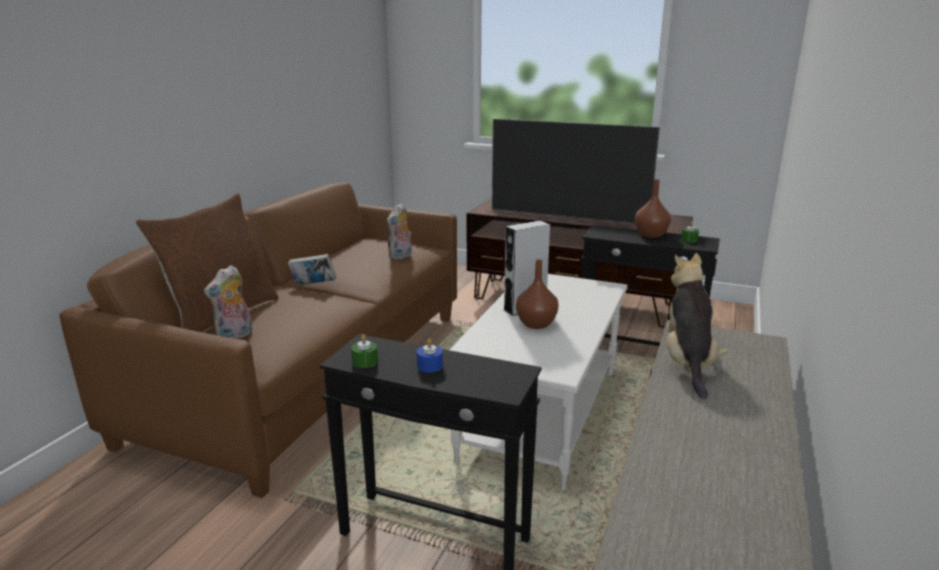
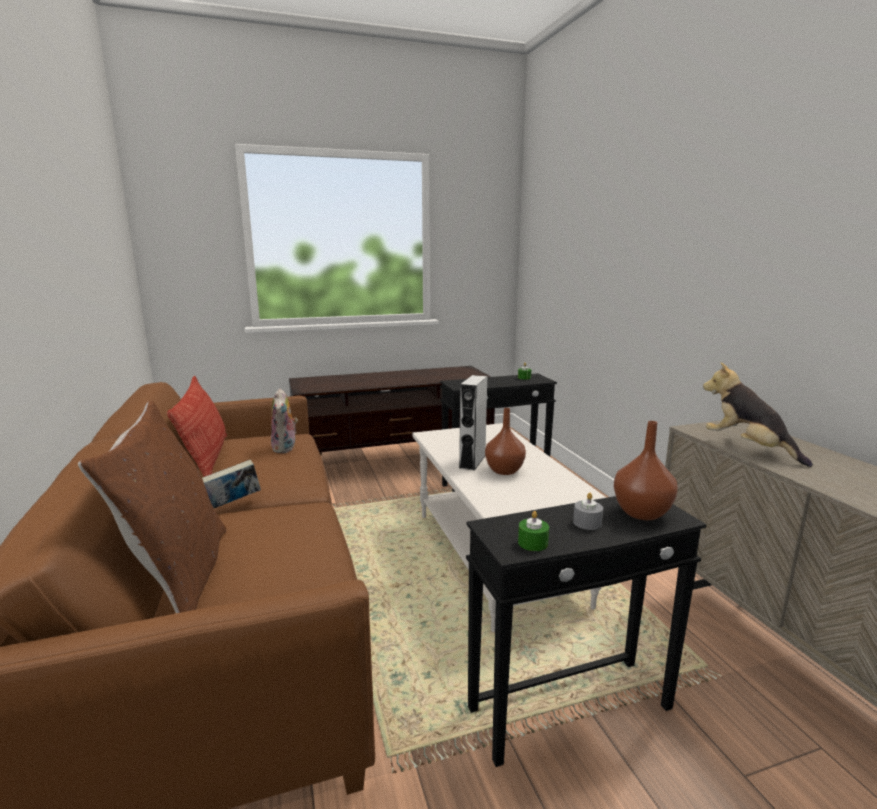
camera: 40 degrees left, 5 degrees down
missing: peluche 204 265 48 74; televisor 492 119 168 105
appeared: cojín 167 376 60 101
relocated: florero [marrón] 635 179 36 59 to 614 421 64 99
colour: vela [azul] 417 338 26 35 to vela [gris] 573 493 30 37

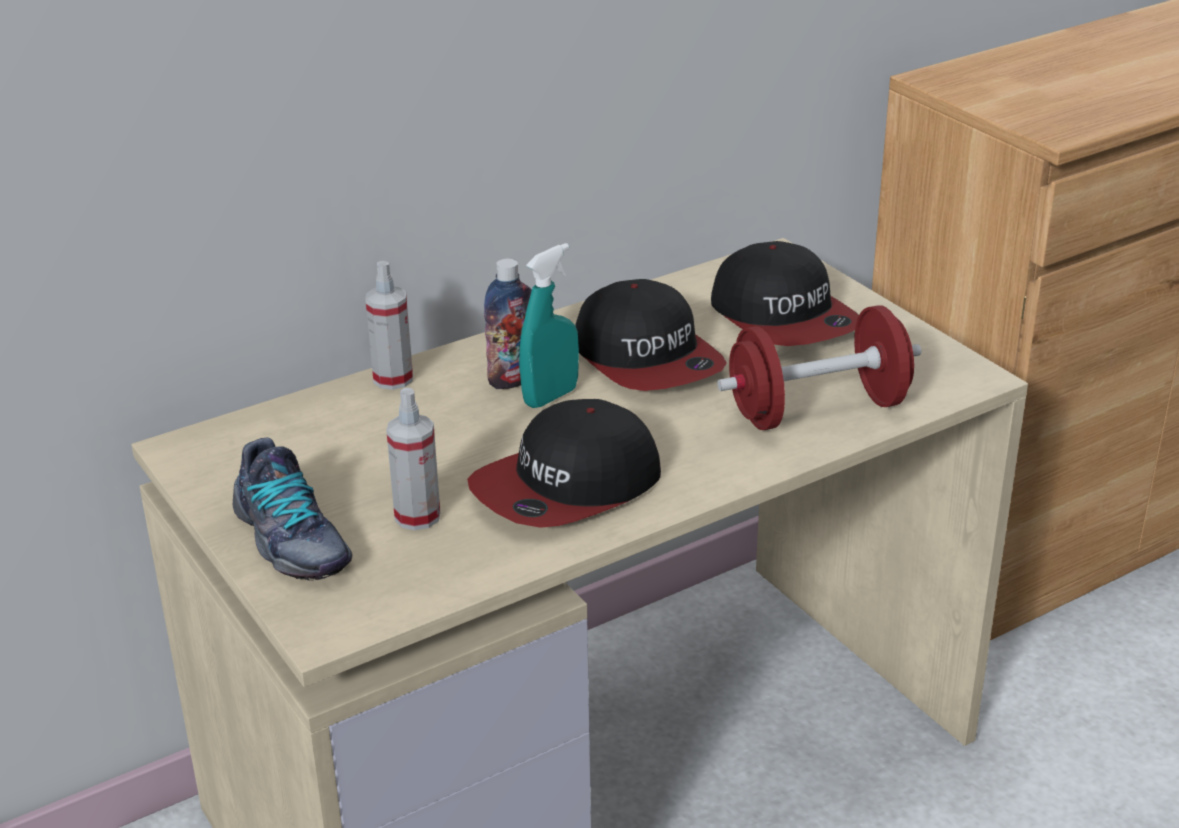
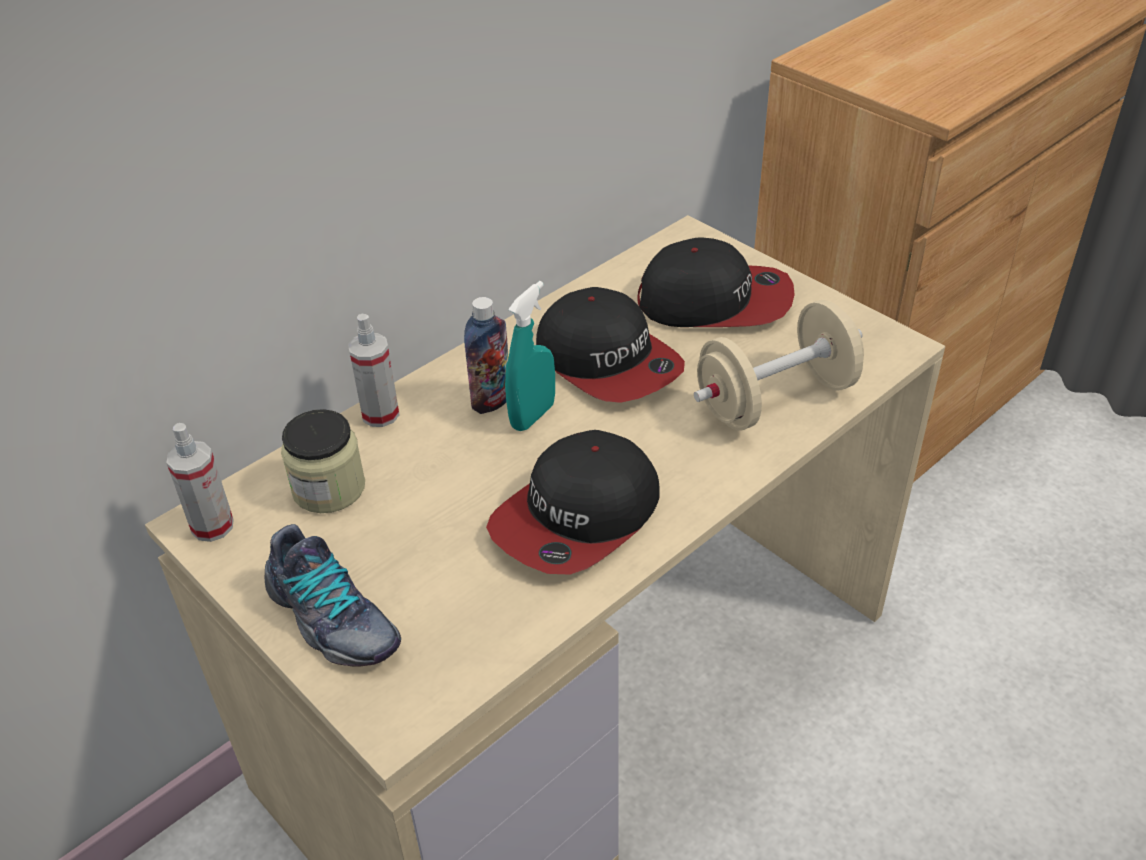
camera: 10 degrees left, 10 degrees up
appeared: tarro 281 409 84 104
relocated: pulverizador 386 388 54 142 to 167 423 67 119
colour: mancuerna [rojo] 717 305 204 125 to mancuerna [beis] 694 300 170 131
spun: gorra 711 241 148 105 = 637 237 158 90 45 degrees counterclockwise

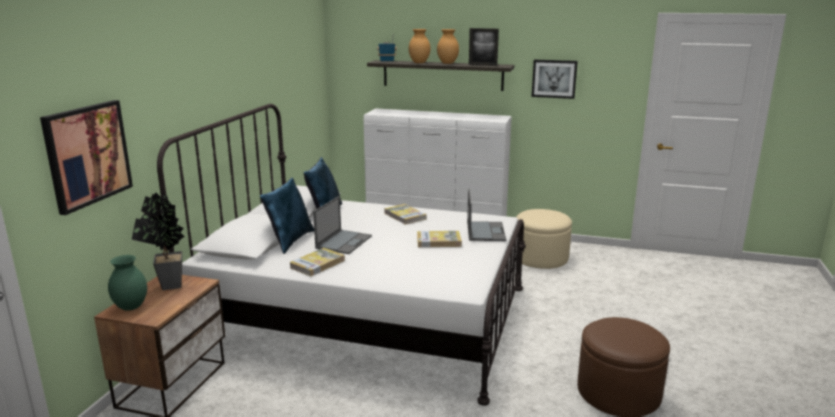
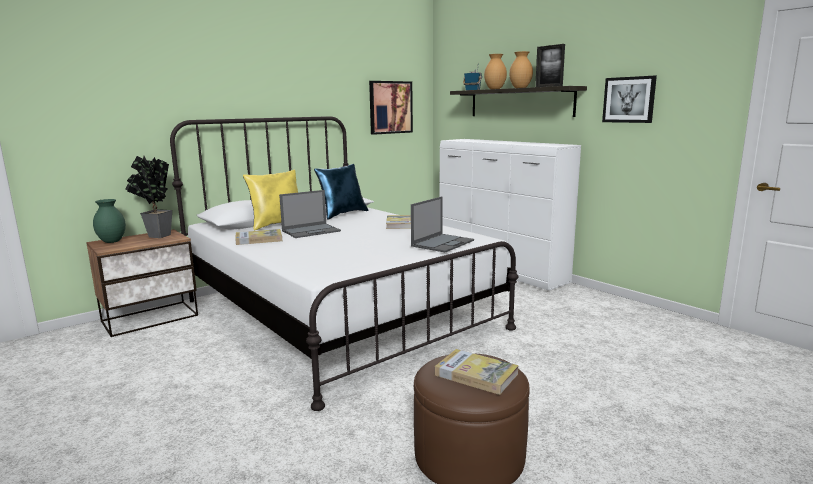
camera: 35 degrees right, 5 degrees down
missing: puf [beis] 516 209 56 60
relocated: cuadro 40 100 93 115 to 369 81 44 54; libro 417 231 45 16 to 435 349 84 46
colour: cojín [azul] 260 177 54 77 to cojín [amarillo] 243 170 55 60

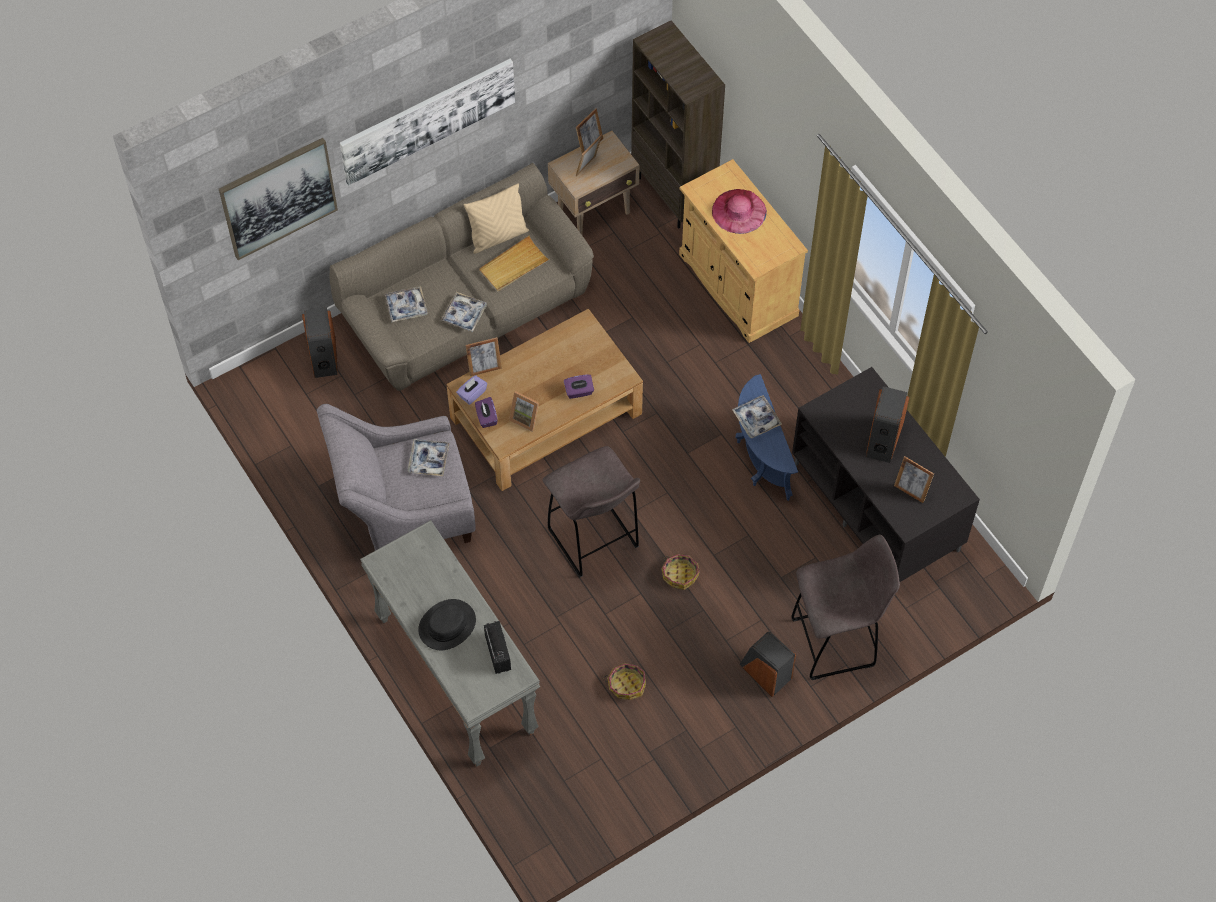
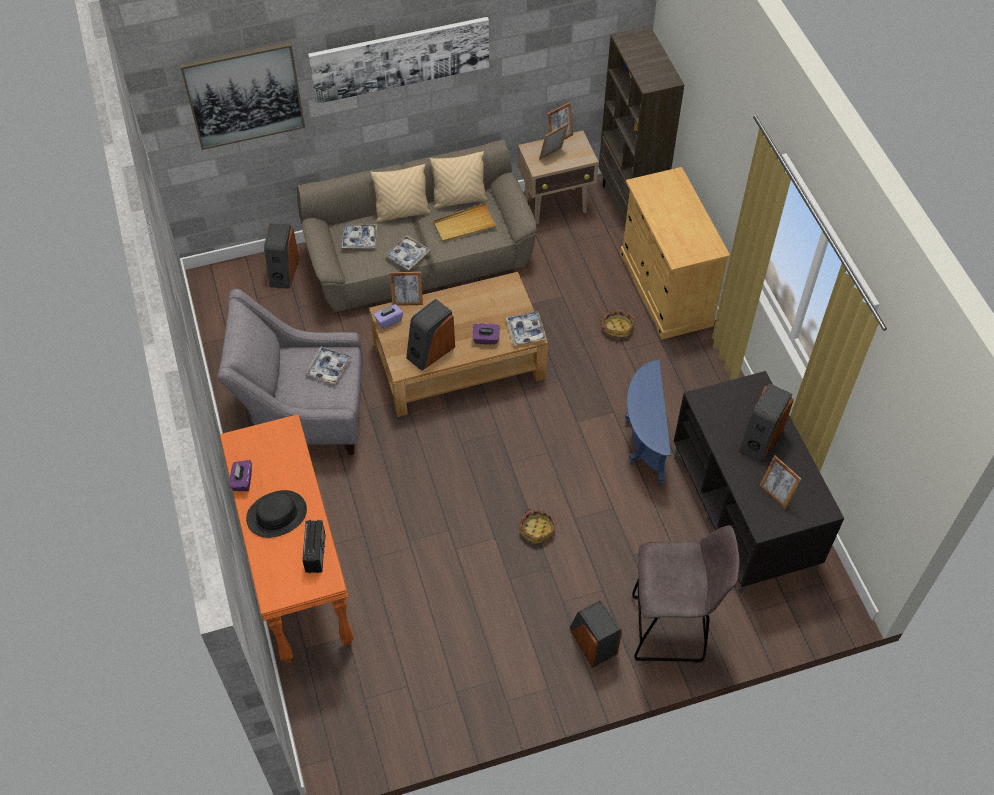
camera: 15 degrees right, 5 degrees down
missing: taburete [gris] 543 446 97 132; sombrero [rosa] 712 189 55 45
appeared: cojín [beis] 370 164 61 59
relocated: caja de pañuelos [morado] 475 397 23 31 to 230 460 22 31; bandeja 732 395 50 43 to 506 311 41 34; cesta 603 663 43 37 to 599 310 36 29
exchanged: portarretratos 509 391 30 41 to altavoz 406 299 49 72
colour: mesa consola [gris] 360 520 180 247 to mesa consola [naranja] 220 414 134 250

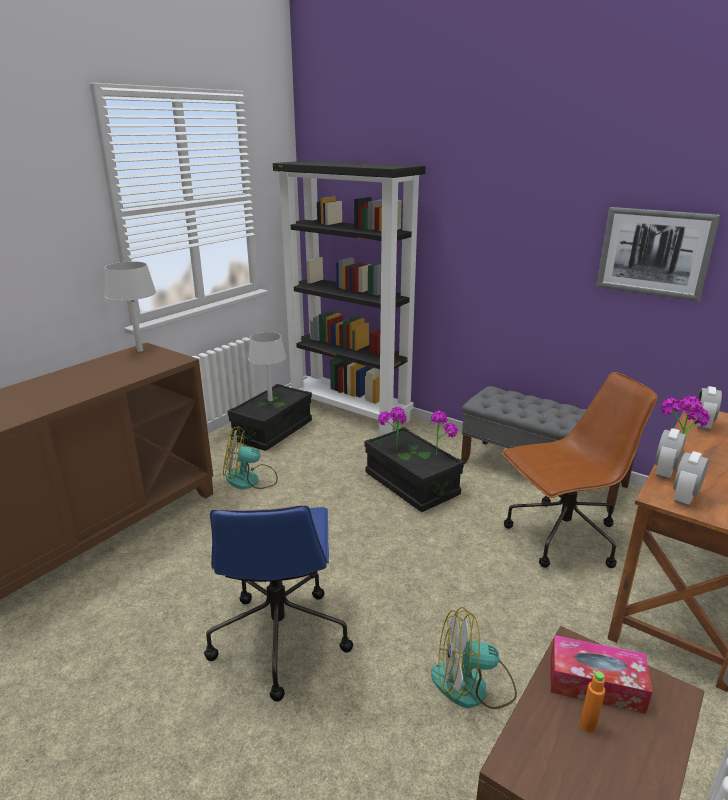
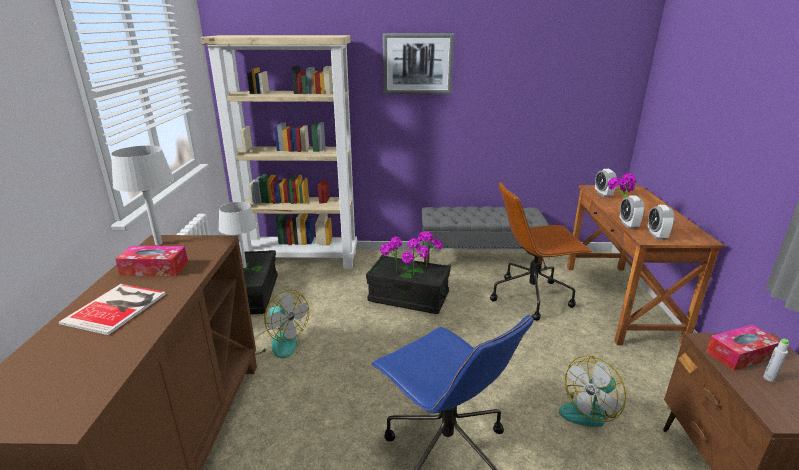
camera: 35 degrees left, 0 degrees up
appeared: libro 58 284 108 51; caja de pañuelos 115 246 73 30; planta en maceta 402 238 27 37
relocated: cuadro 596 207 124 95 to 383 33 71 61
colour: estantería [negro] 273 161 153 274 to estantería [beis] 201 35 156 234; botella [naranja] 580 670 25 63 to botella [gris] 763 339 26 43
spun: ventilador 223 426 55 63 = 254 290 55 68 105 degrees counterclockwise; silla de oficina [marrón] 502 372 156 196 = 490 182 104 139 135 degrees counterclockwise

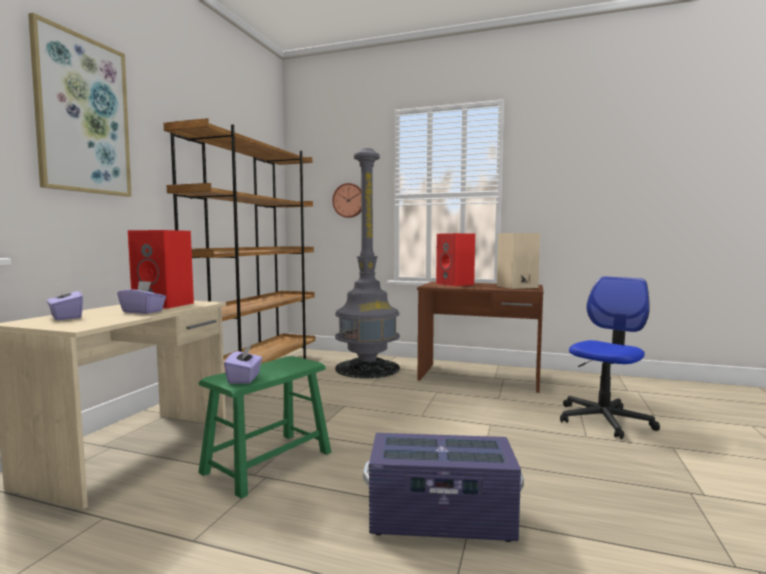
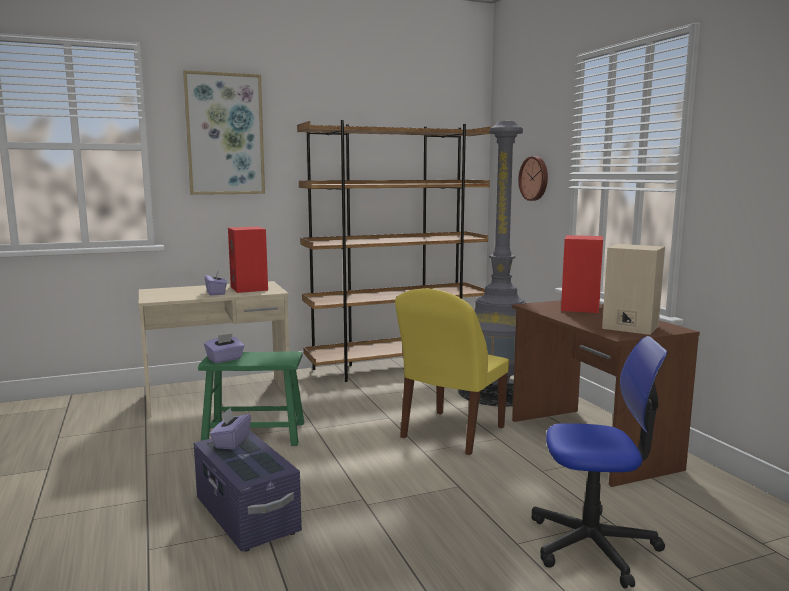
camera: 50 degrees right, 5 degrees up
appeared: silla [amarillo] 395 288 114 167
relocated: caja de pañuelos [morado] 47 285 36 35 to 210 408 41 42

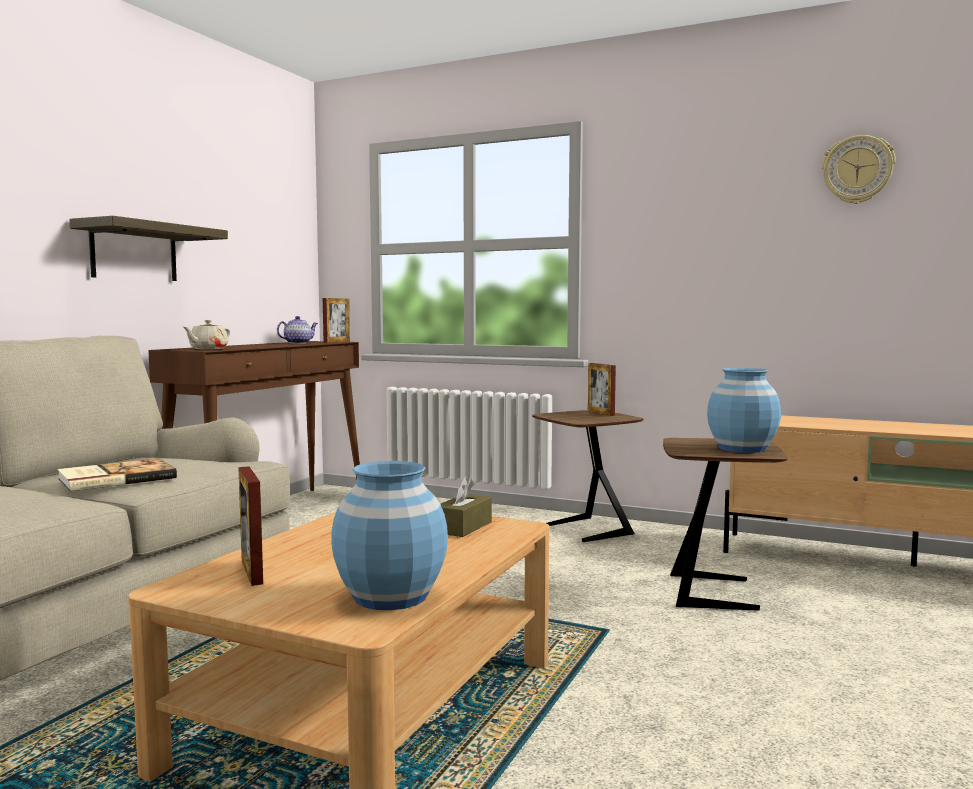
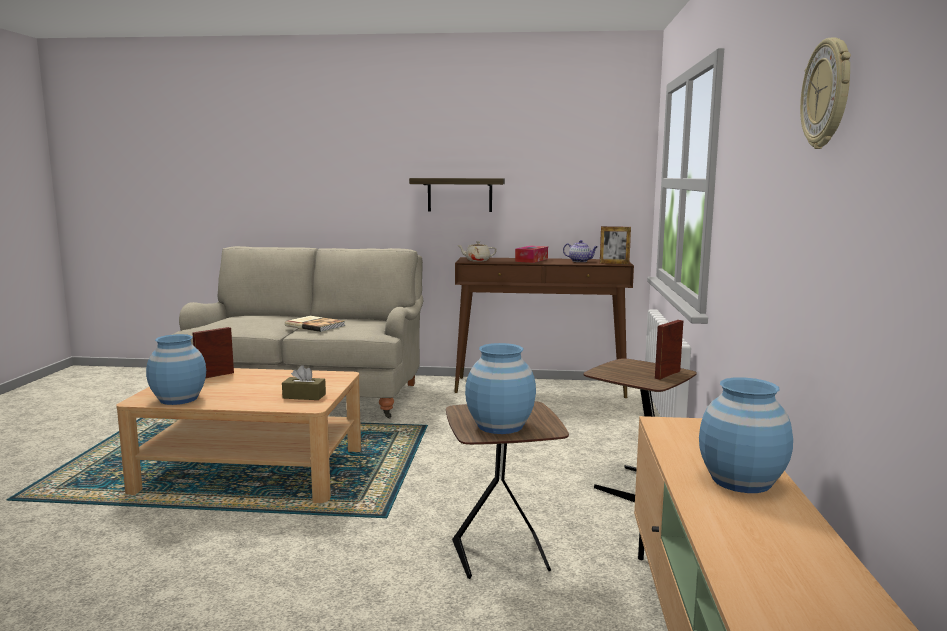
camera: 70 degrees right, 5 degrees up
appeared: caja de pañuelos 515 246 33 17; florero [azul] 699 377 94 116

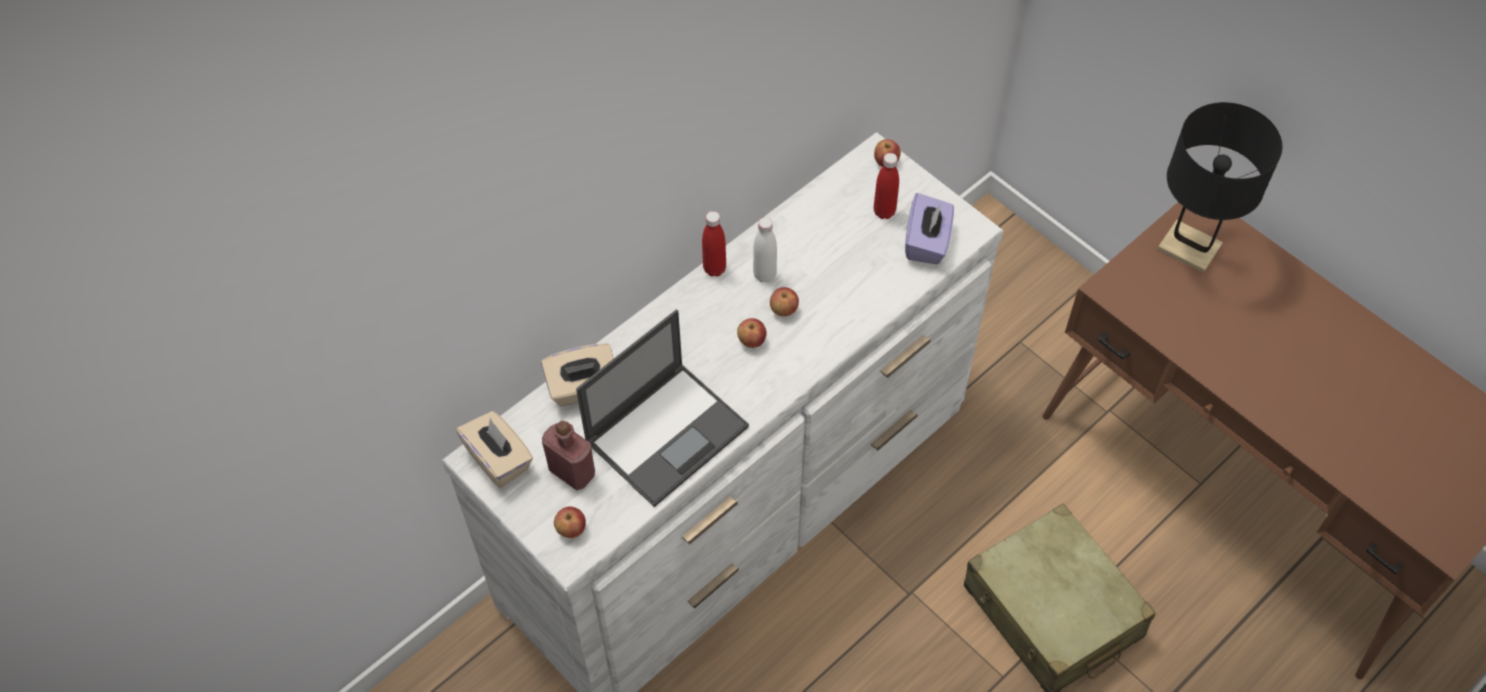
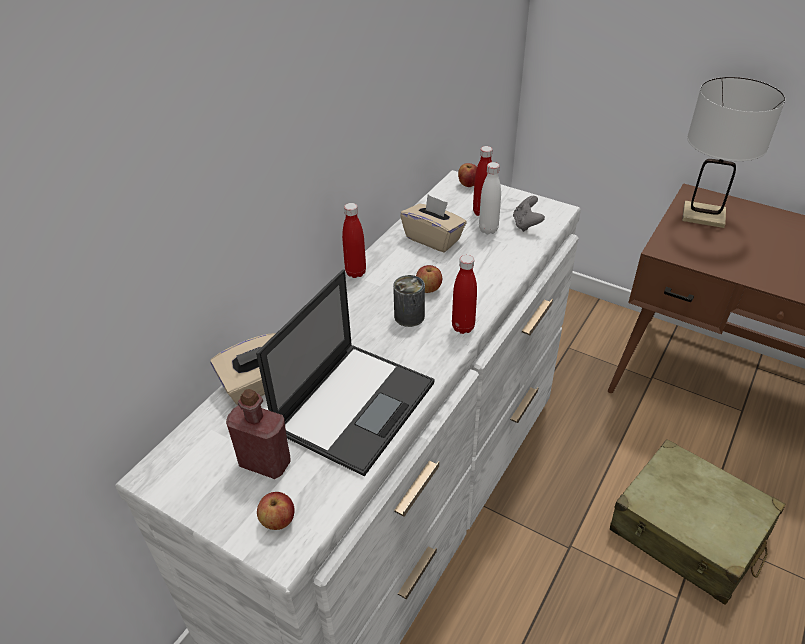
camera: 15 degrees left, 15 degrees down
appeared: botella [rojo] 452 255 25 79
relocated: caja de pañuelos [beis] 456 411 77 77 to 400 195 67 57; botella [blanco] 753 217 24 66 to 479 162 22 72
exchanged: manzana 737 318 30 30 to lata 393 275 32 52; caja de pañuelos [morado] 905 193 49 71 to mando de consola [gris] 513 196 32 36
colour: lámpara de mesa [negro] 1157 102 126 171 to lámpara de mesa [blanco] 682 77 103 151

